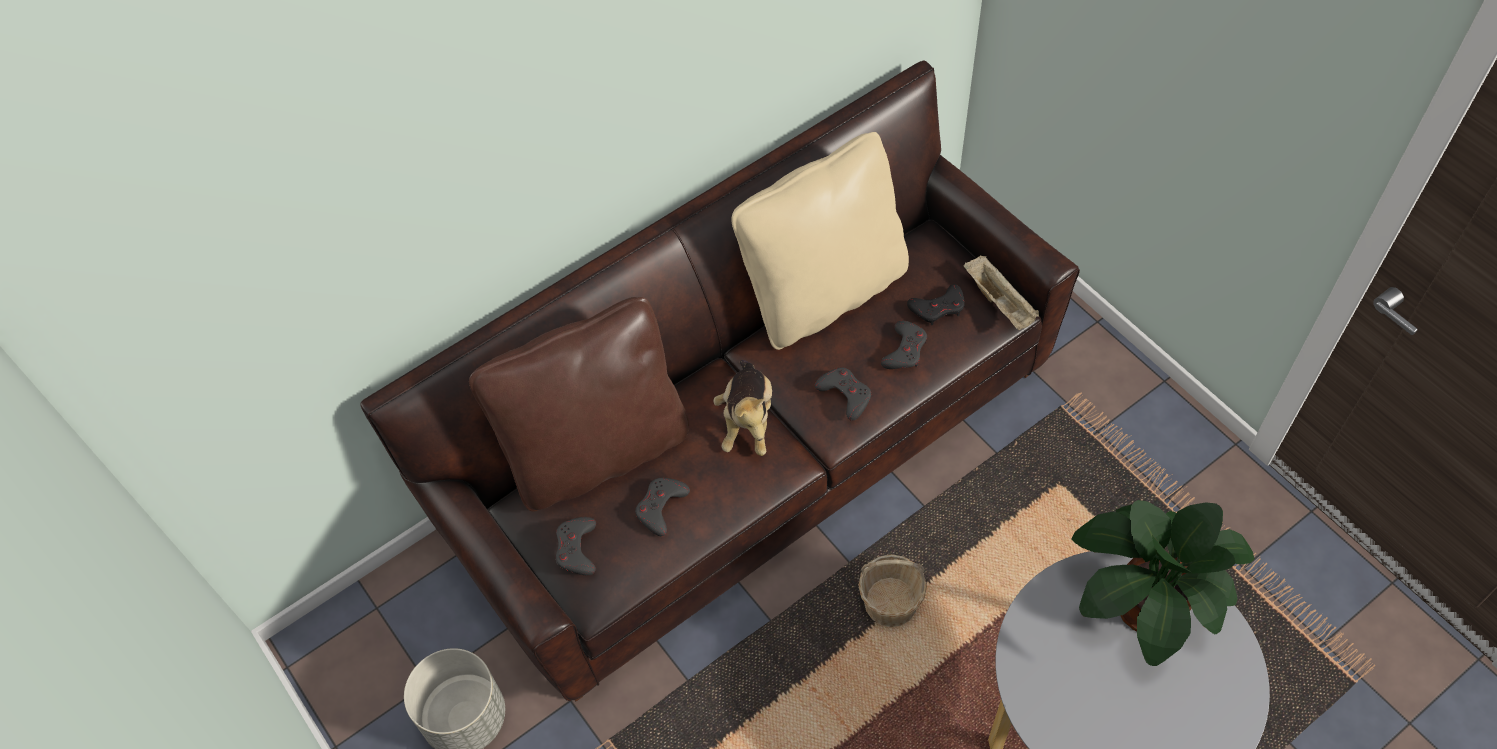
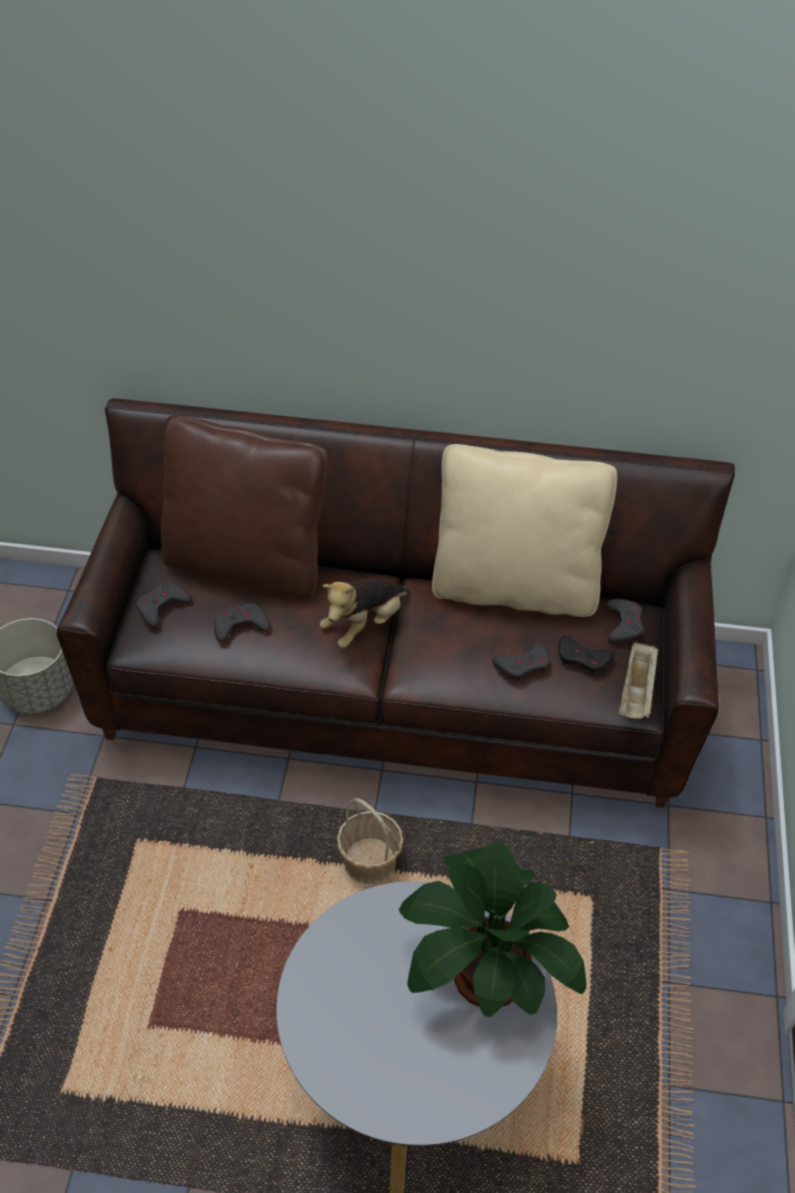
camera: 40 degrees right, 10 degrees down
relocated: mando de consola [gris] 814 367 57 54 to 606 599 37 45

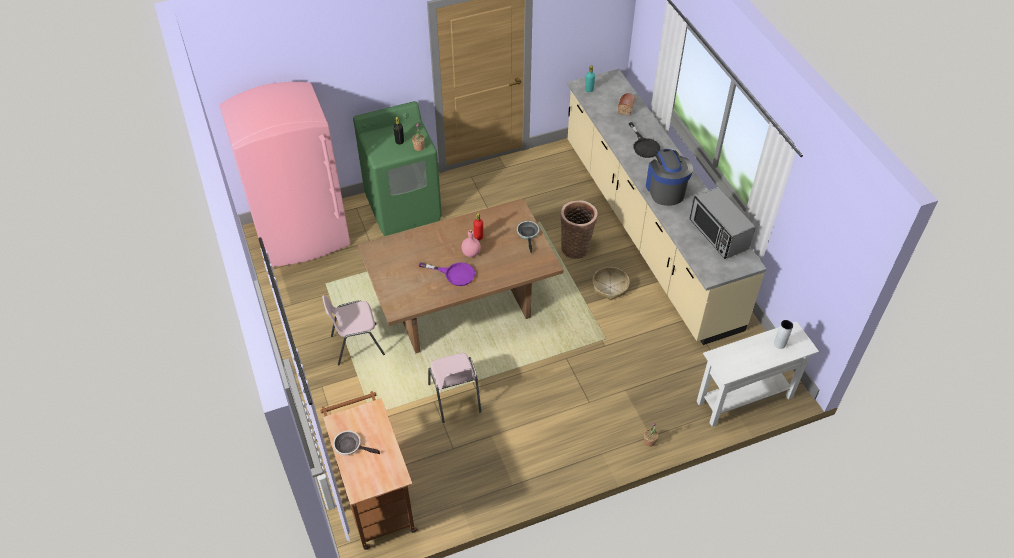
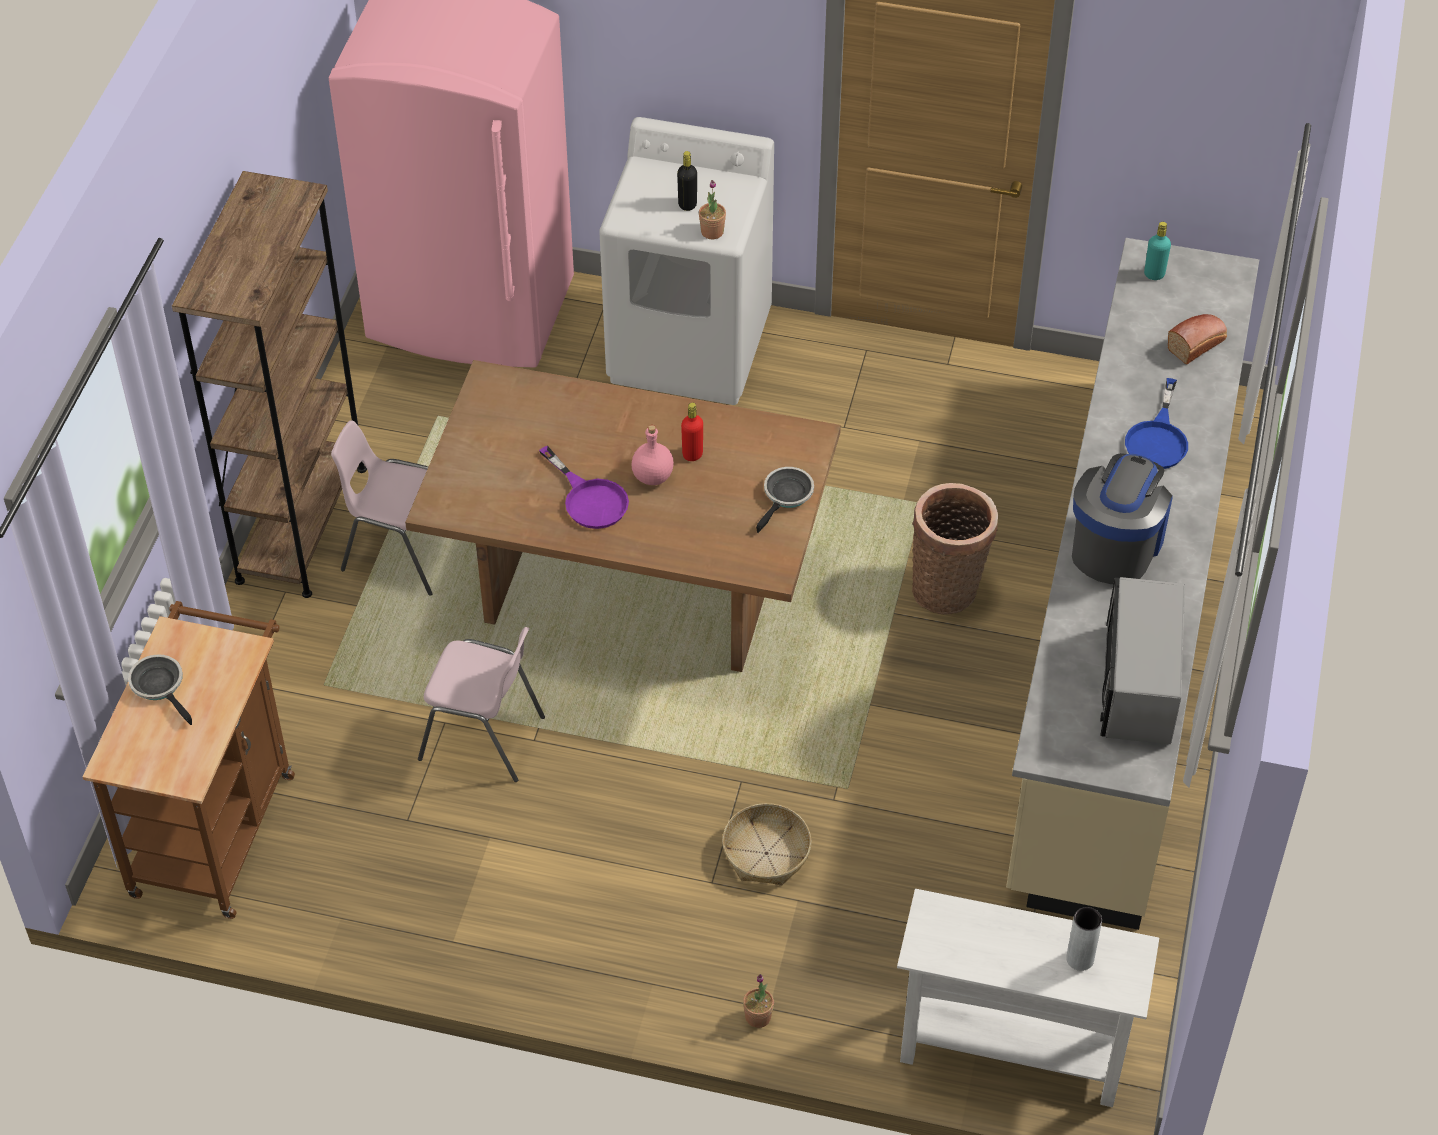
camera: 35 degrees right, 0 degrees up
appeared: estantería [marrón] 172 171 195 427
relocated: cesta 592 267 38 33 to 722 803 89 83
colour: lavadora [verde] 353 101 89 135 to lavadora [blanco] 600 117 174 288; sartén [negro] 629 122 31 36 to sartén [azul] 1125 378 63 91
spun: silla [rosa] 428 353 53 70 = 418 627 127 155 90 degrees counterclockwise

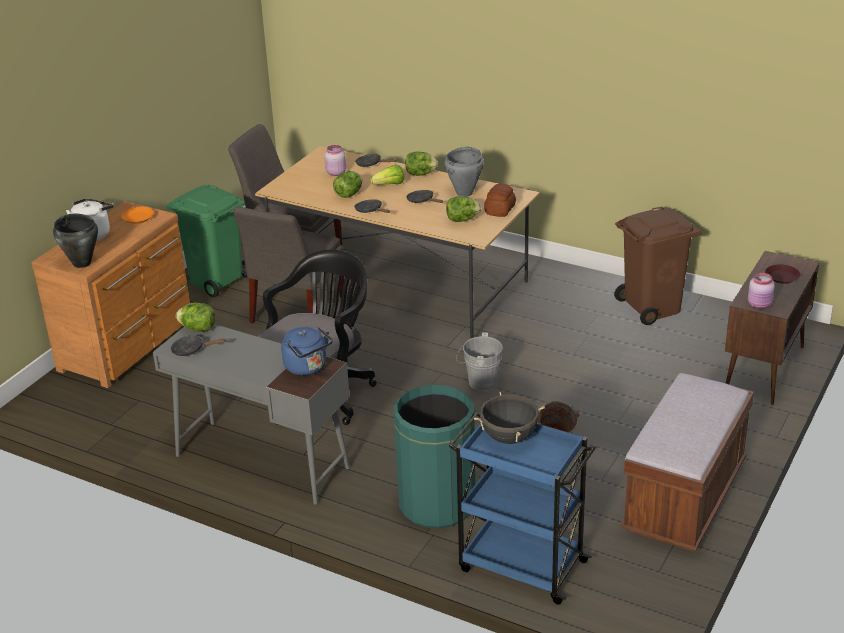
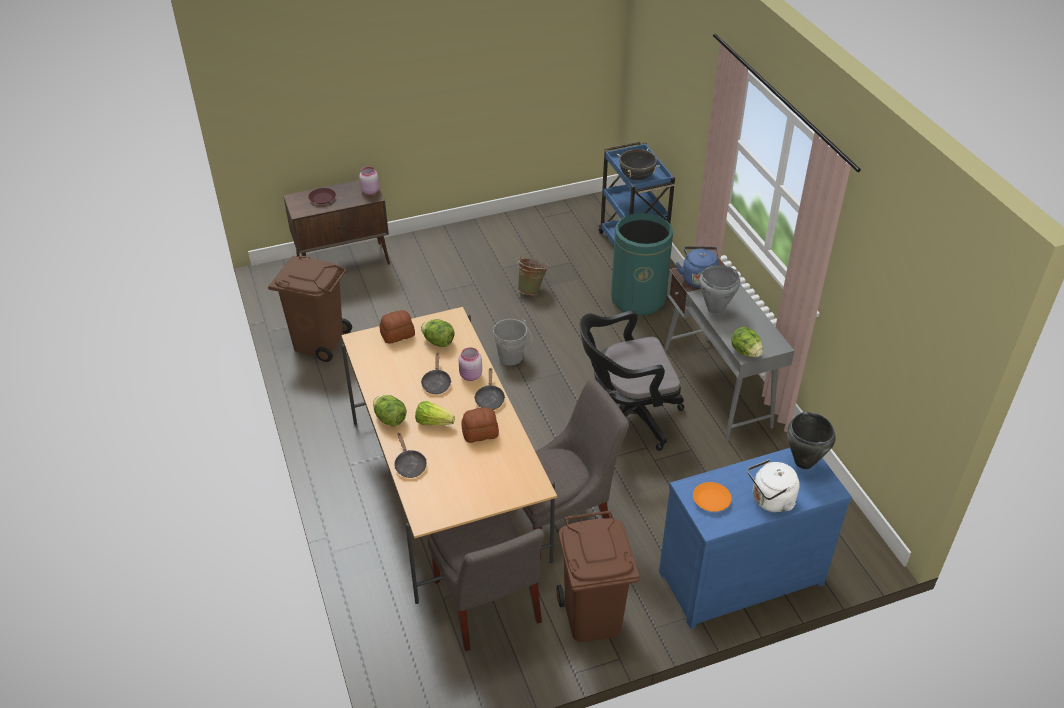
camera: 140 degrees left, 10 degrees up
missing: sartén [negro] 171 335 55 21; banco [marrón] 621 373 133 179
relocated: tarro [rosa] 324 145 22 31 to 459 347 23 34; olla [gris] 445 147 39 50 to 699 265 41 49
exchanged: lechuga 333 171 29 27 to pan 462 407 37 36
colour: papelera [verde] 166 185 82 113 to papelera [marrón] 556 510 83 132; cómoda [marrón] 31 201 159 187 to cómoda [azul] 659 448 193 181

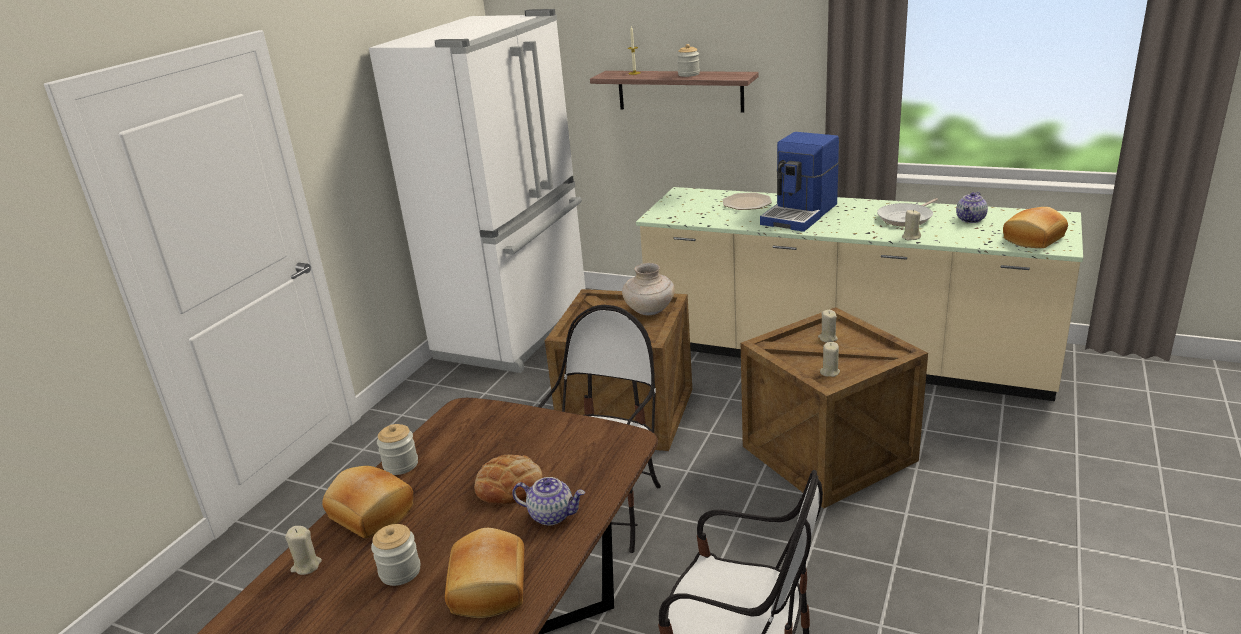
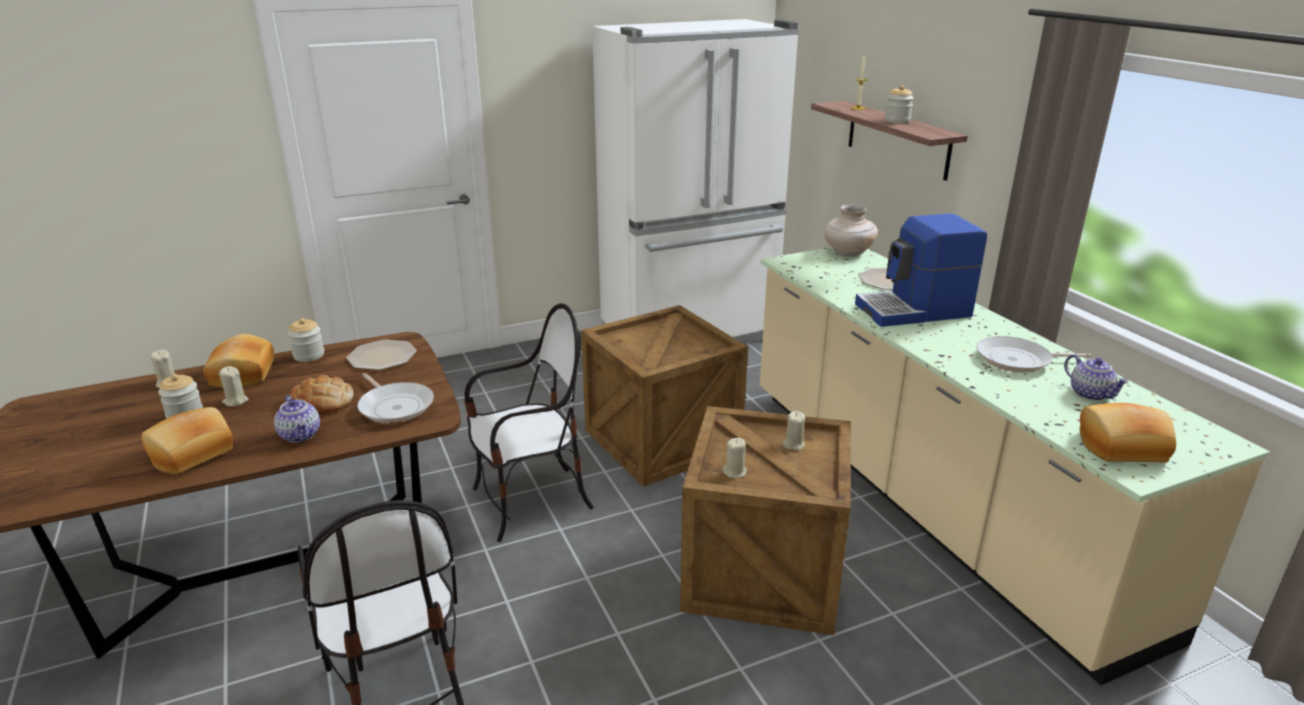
camera: 40 degrees right, 0 degrees up
appeared: plato 346 339 71 31; sartén 357 373 77 50
relocated: vela [beis] 902 210 19 31 to 219 366 29 41; florero [beis] 622 263 53 52 to 824 205 54 52
spun: tetera 956 192 32 31 = 1064 354 65 47 105 degrees counterclockwise

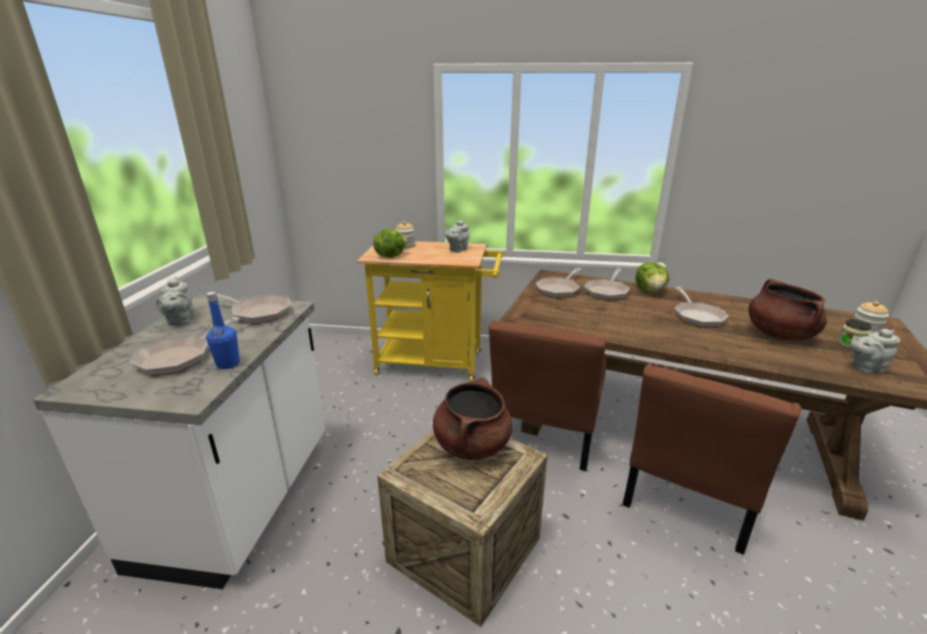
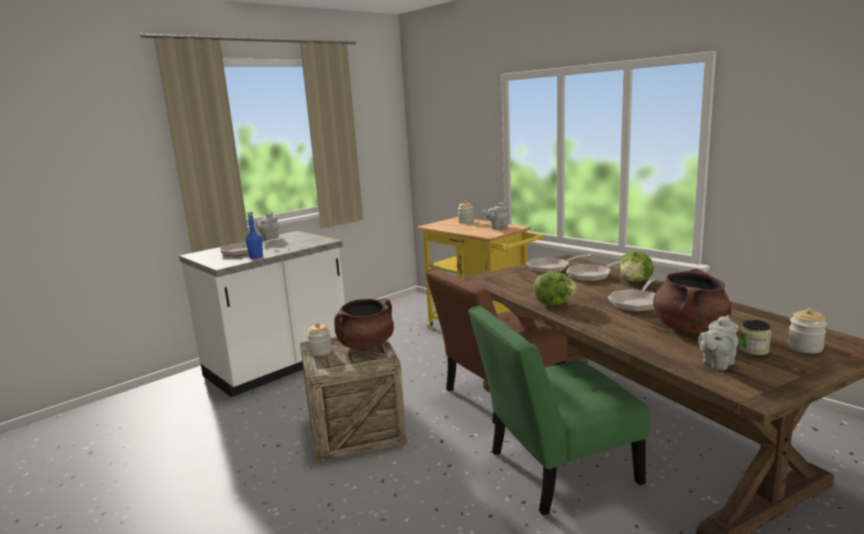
camera: 40 degrees right, 10 degrees down
missing: sartén 206 294 85 30
appeared: tarro 307 323 25 33
relocated: lechuga 373 229 35 29 to 534 271 44 35
colour: silla [marrón] 622 364 180 191 to silla [verde] 468 306 181 209
spun: tetera [gris] 850 329 51 45 = 698 315 40 55 75 degrees counterclockwise

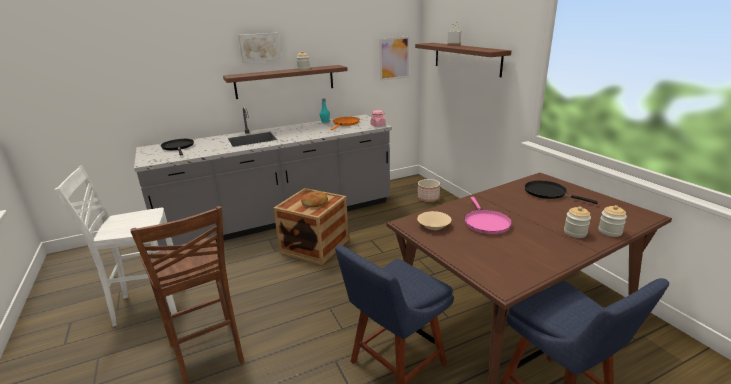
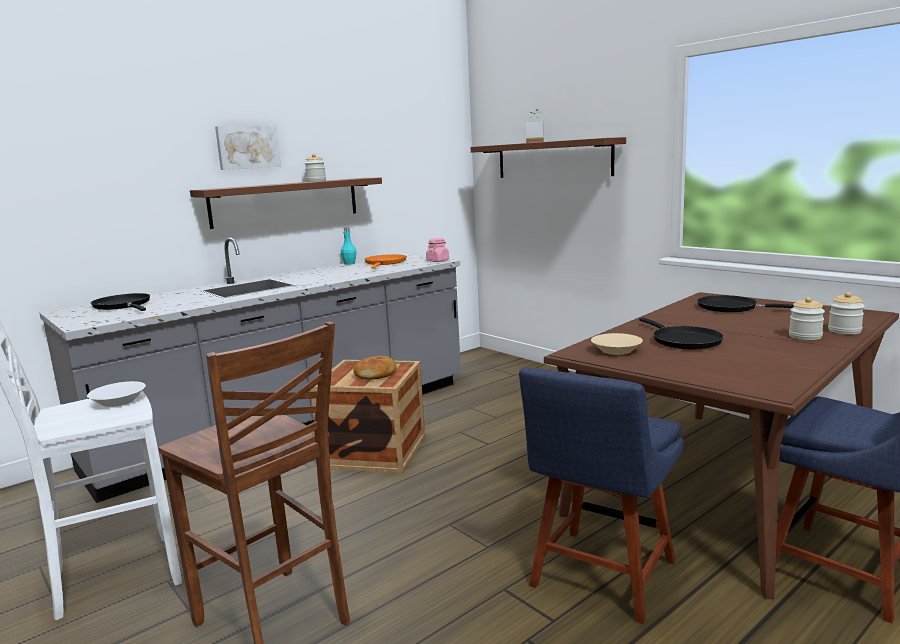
camera: 15 degrees left, 10 degrees down
missing: cuadro 379 36 30 45; maceta 418 179 22 23
appeared: cuenco [blanco] 87 381 59 26
colour: sartén [rosa] 465 197 47 37 to sartén [negro] 639 318 85 31

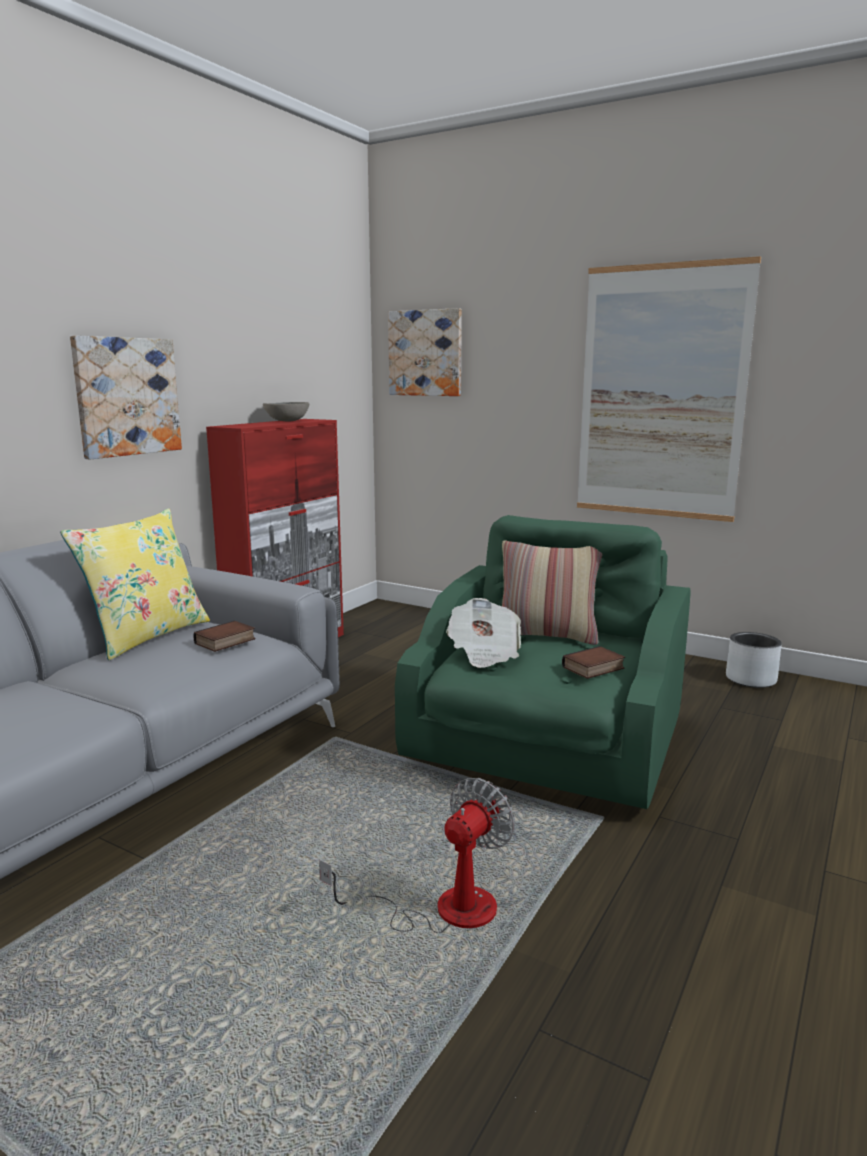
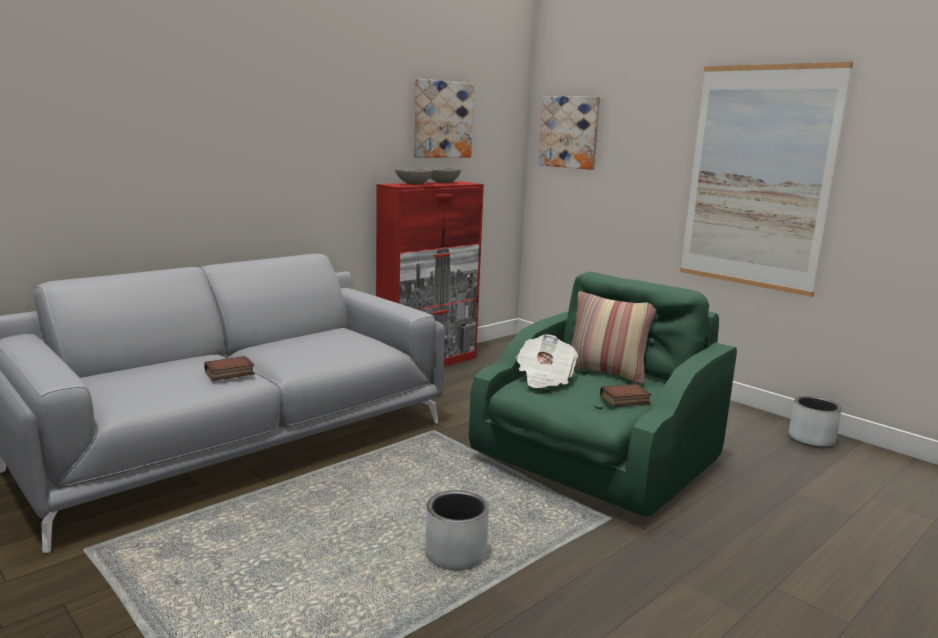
camera: 15 degrees right, 0 degrees up
missing: cojín [amarillo] 60 508 150 152
appeared: cuenco [gris] 395 168 38 17
relocated: libro 193 621 62 31 to 204 356 51 25; cuadro 70 335 112 124 to 414 79 60 79
exchanged: ventilador 319 778 196 155 to maceta [gris] 425 490 64 80

